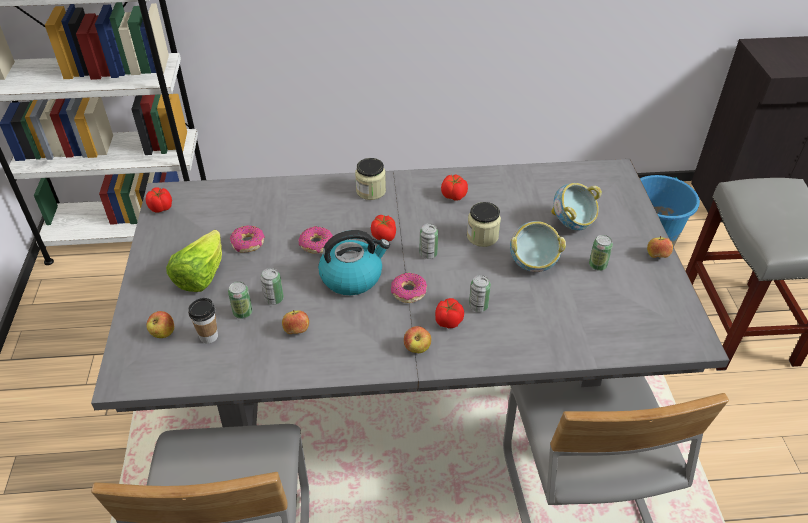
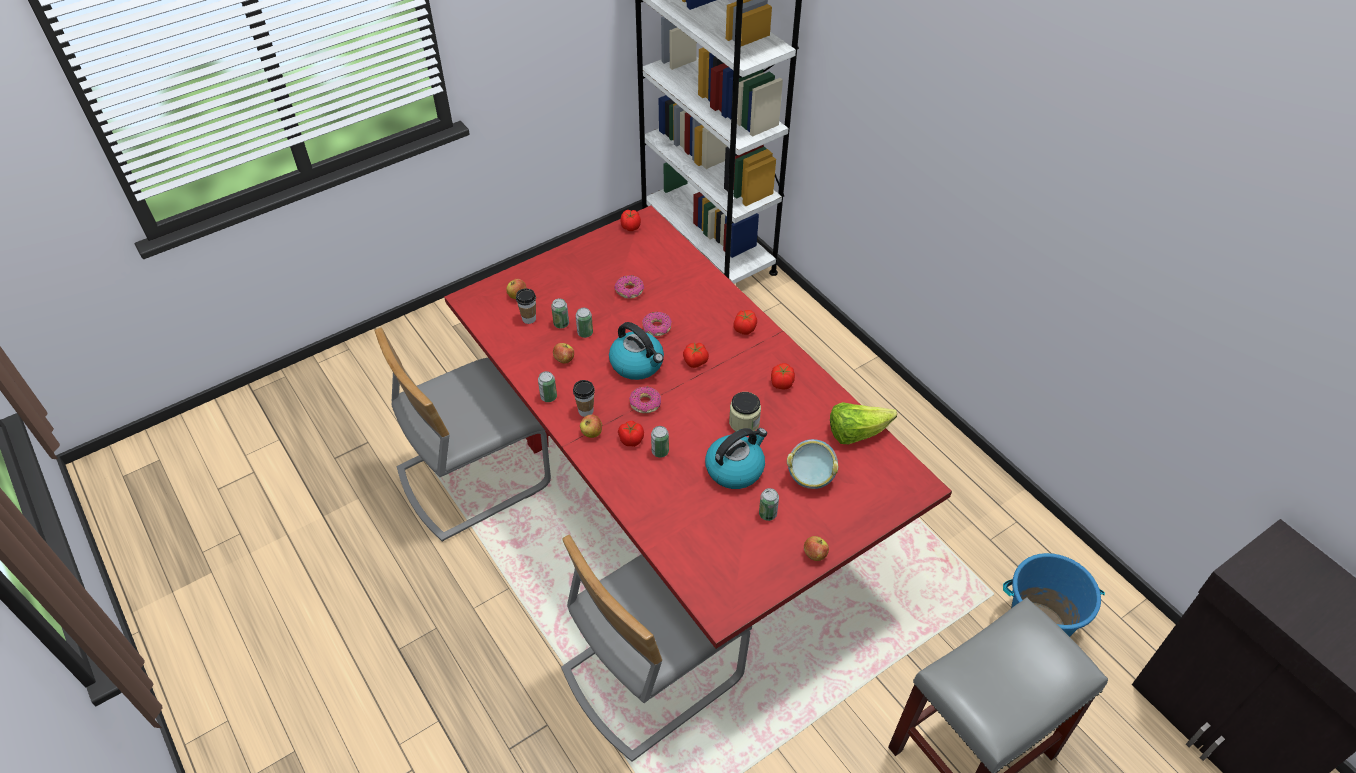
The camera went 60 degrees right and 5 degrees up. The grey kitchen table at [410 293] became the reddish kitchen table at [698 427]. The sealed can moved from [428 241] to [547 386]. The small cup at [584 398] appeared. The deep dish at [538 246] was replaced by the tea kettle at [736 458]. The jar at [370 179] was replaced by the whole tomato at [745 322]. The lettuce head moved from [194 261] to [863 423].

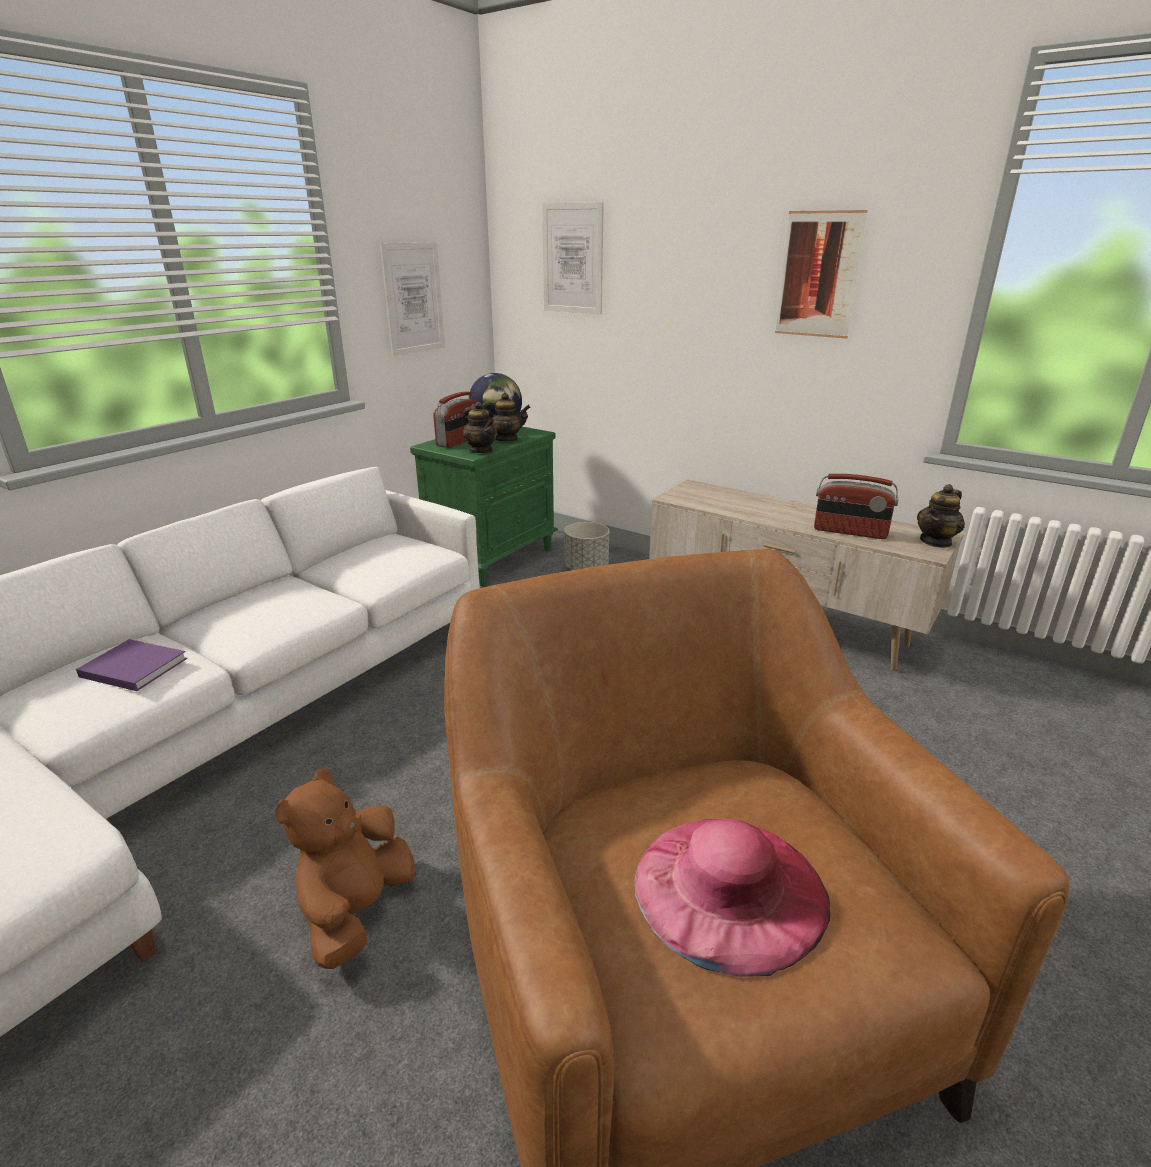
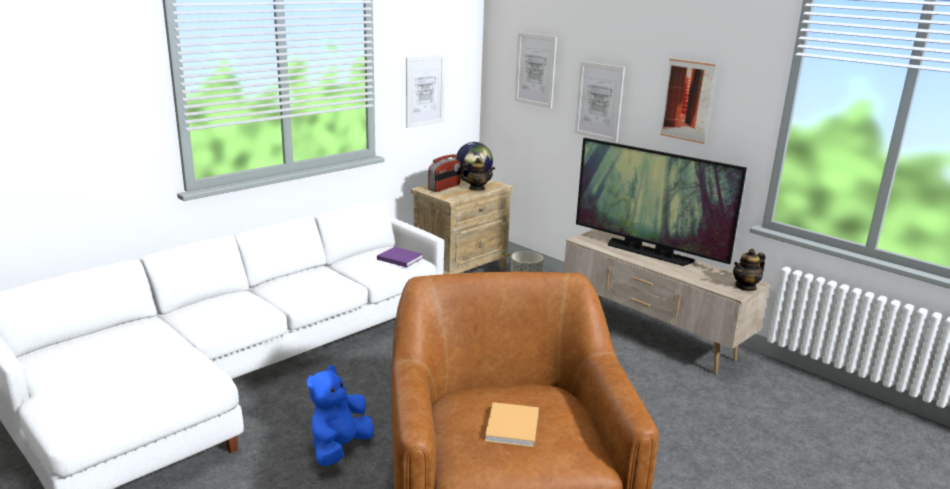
The camera went 10 degrees right and 5 degrees down. The brownish plush toy at [345 868] became the blue-coloured plush toy at [340 415]. The purple-coloured bound book moved from [131 665] to [400 257]. The greenish bedside table at [484 506] became the beige bedside table at [462 225]. The pinkish wearable hat at [732 898] was replaced by the beige bound book at [512 424]. The wall picture at [600 102] appeared. The television at [661 202] appeared. The pot for tea at [480 427] disappeared. The radio set at [856 506] disappeared.

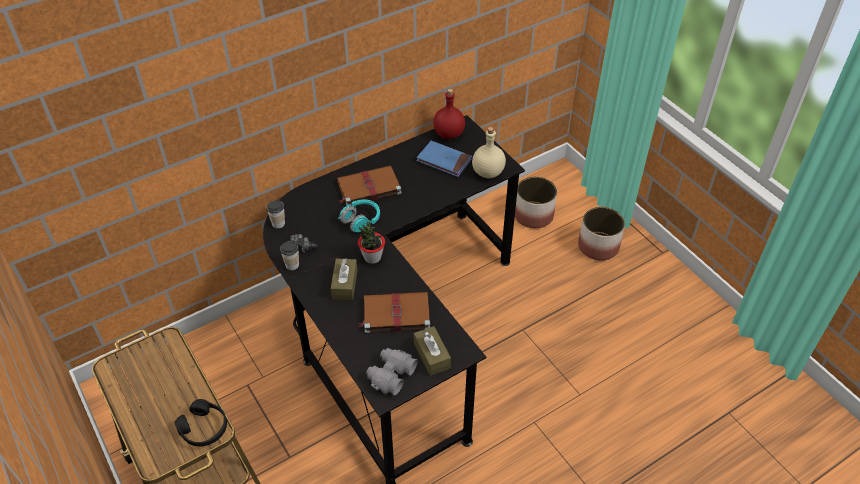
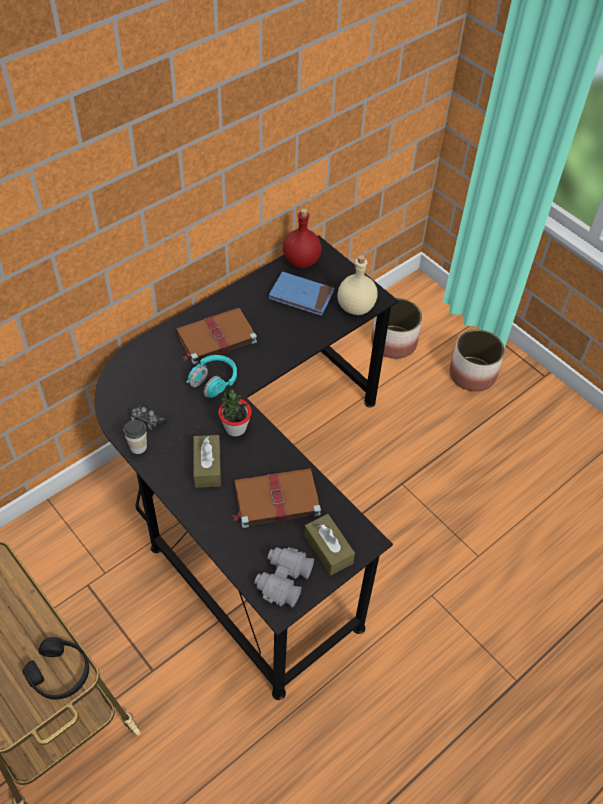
The camera went 10 degrees left and 5 degrees up. The small cup at [276 214] disappeared.

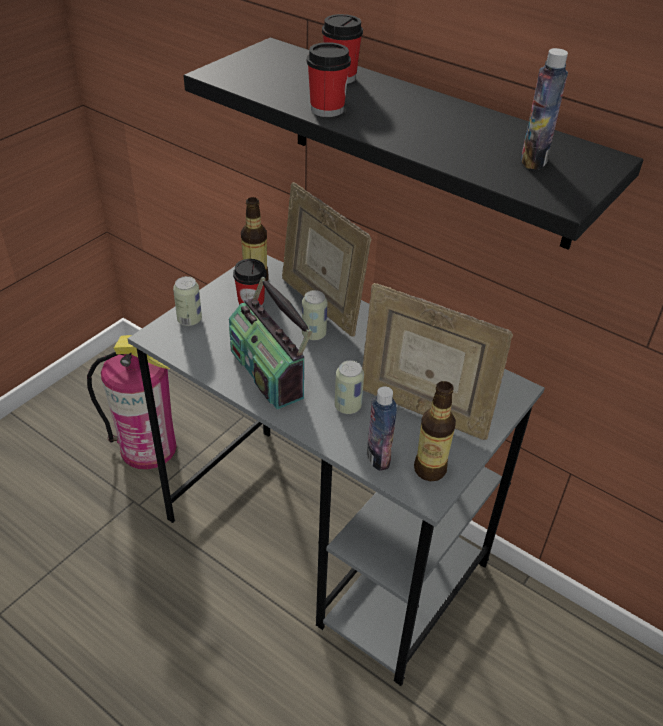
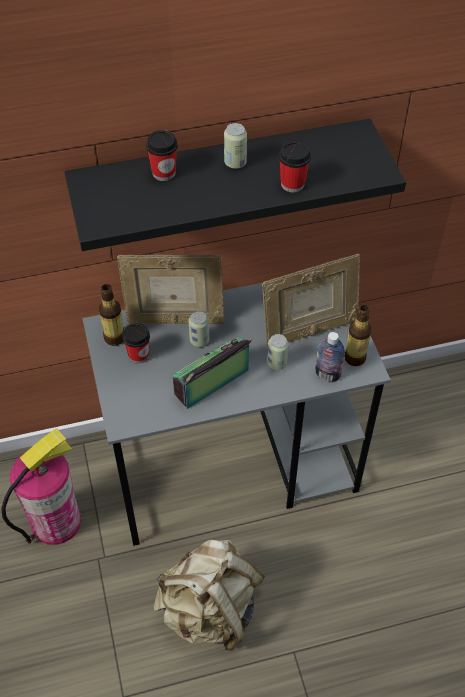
The camera went 50 degrees left and 10 degrees up. The beige backpack at [209 595] appeared. The radio set at [270 343] turned 135 degrees clockwise. The sealed can moved from [187 301] to [235 146]. The small cup moved from [329 79] to [295 166]. The beverage bottle at [544 109] disappeared.

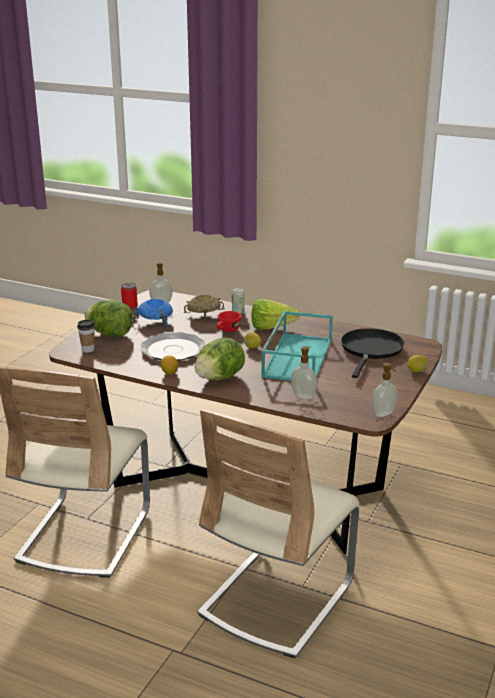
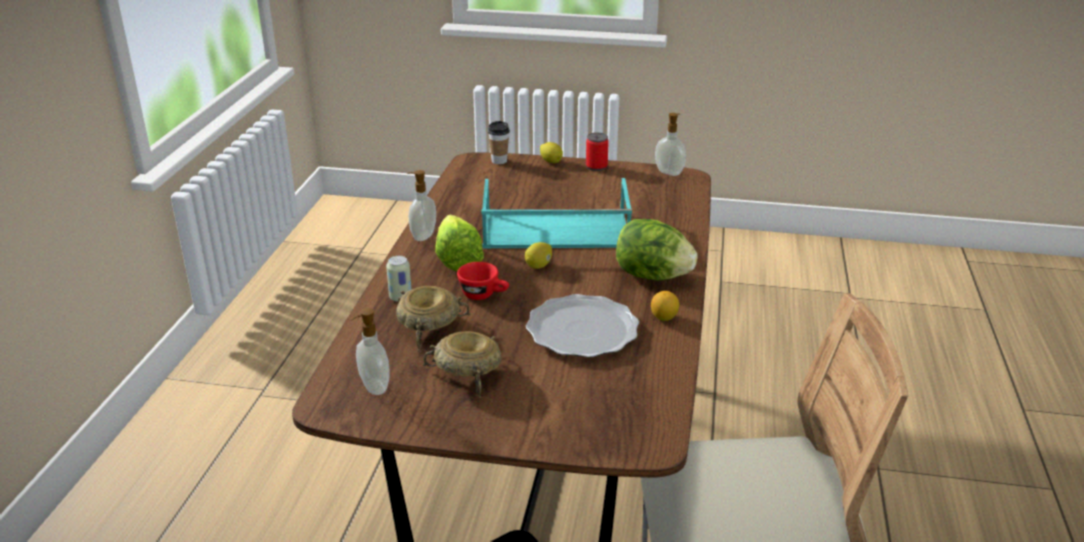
The camera went 105 degrees left and 5 degrees up. The soap dispenser moved from [304 372] to [421 205]. The blue-coloured deep dish at [152 314] became the beige deep dish at [462 364]. The small cup moved from [86 336] to [499 142]. The sealed can moved from [129 296] to [597 152]. The lettuce head at [109 318] disappeared. The beige upright chair at [278 533] disappeared. The black frying pan at [373 353] disappeared.

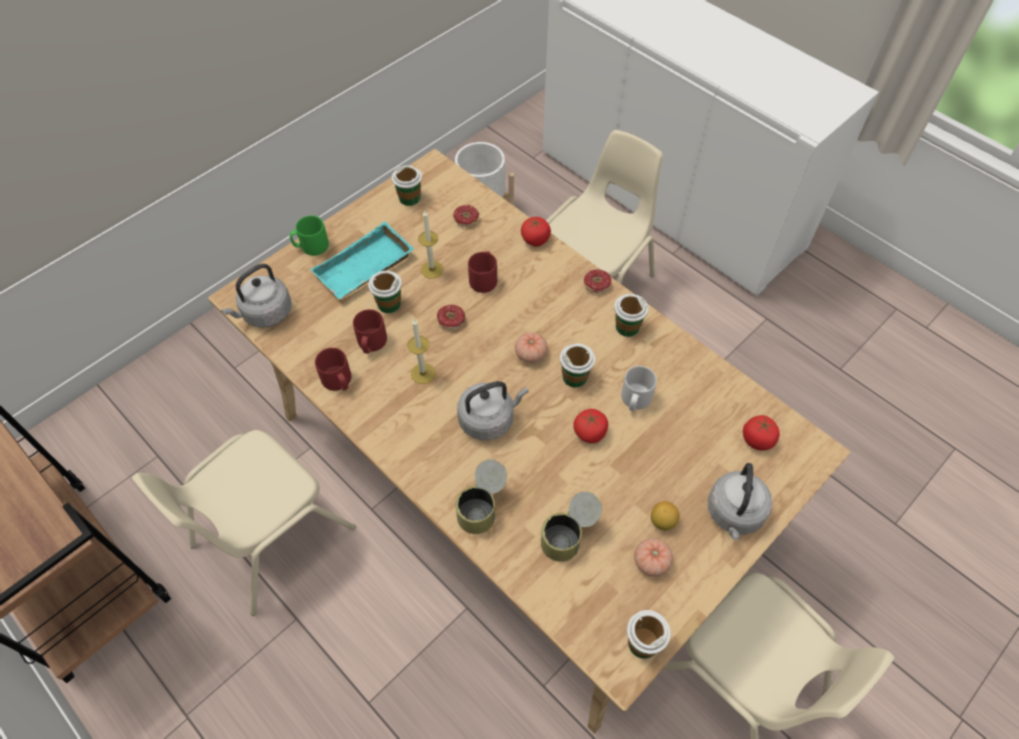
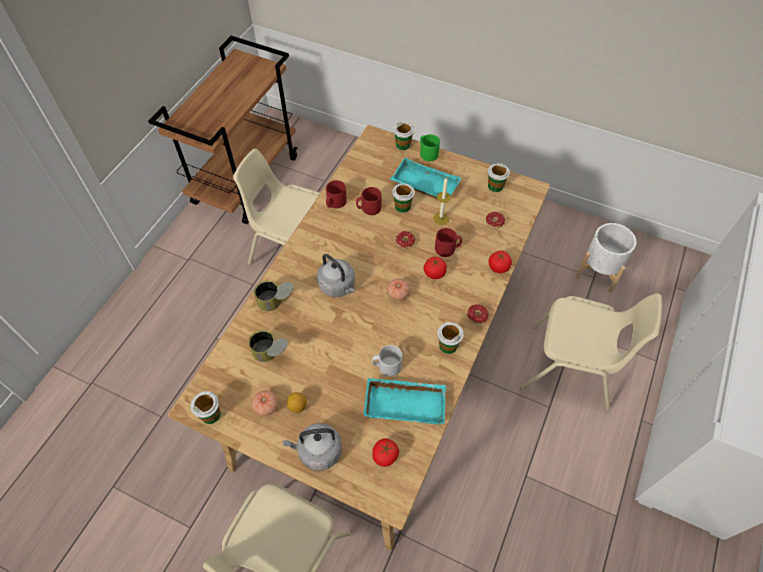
The camera went 70 degrees right and 0 degrees up. The blue-green serving tray at [405 401] appeared. The small cup moved from [577 365] to [404 136]. The whole tomato moved from [590 426] to [435 268]. The grey tea kettle at [256 295] disappeared. The candle at [421 351] disappeared.

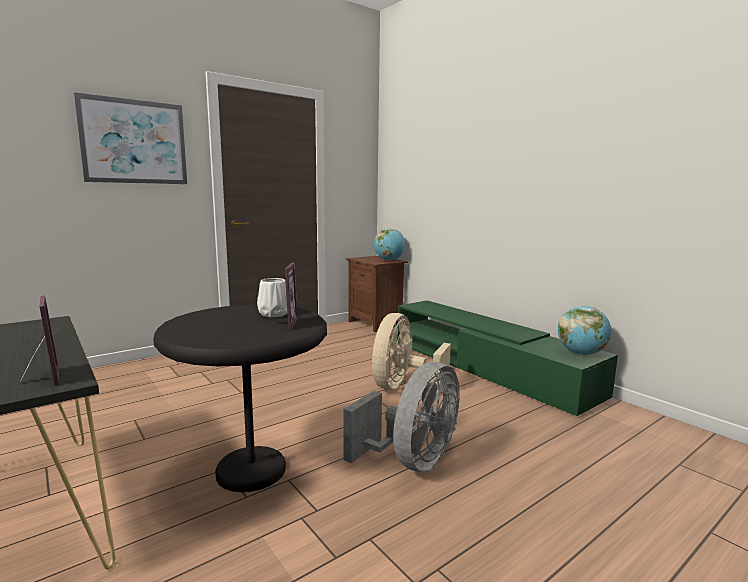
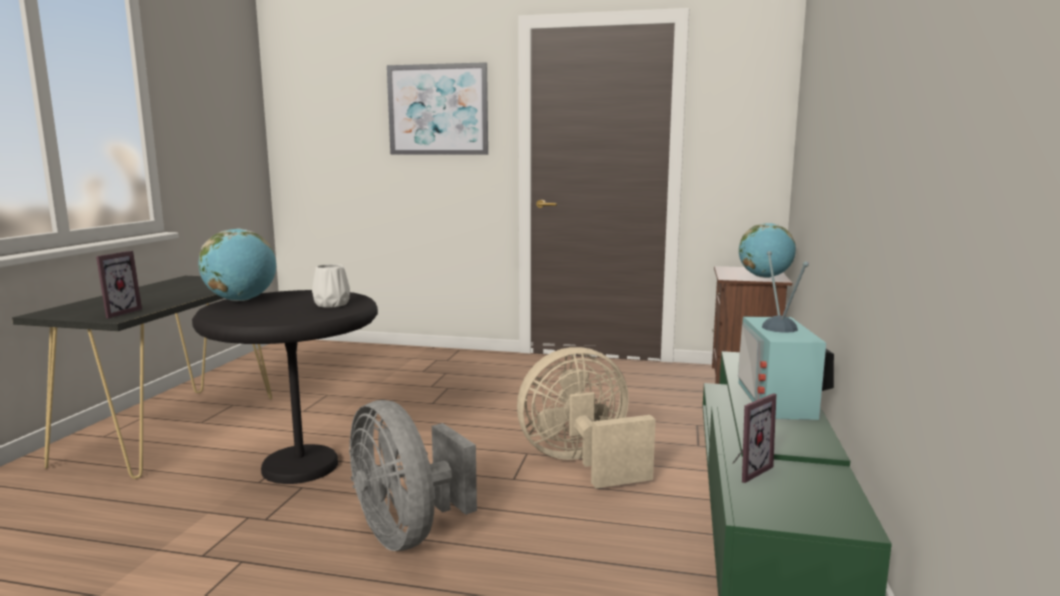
The camera went 50 degrees right and 0 degrees up. The globe moved from [584 330] to [237 264]. The grey electric fan at [401 417] turned 60 degrees clockwise. The picture frame moved from [285 296] to [754 438]. The television at [786 335] appeared.

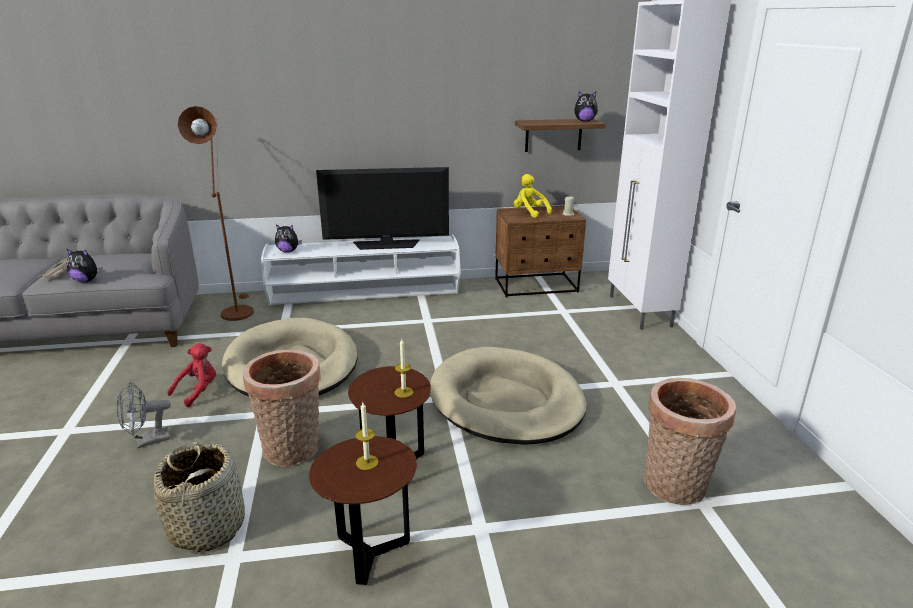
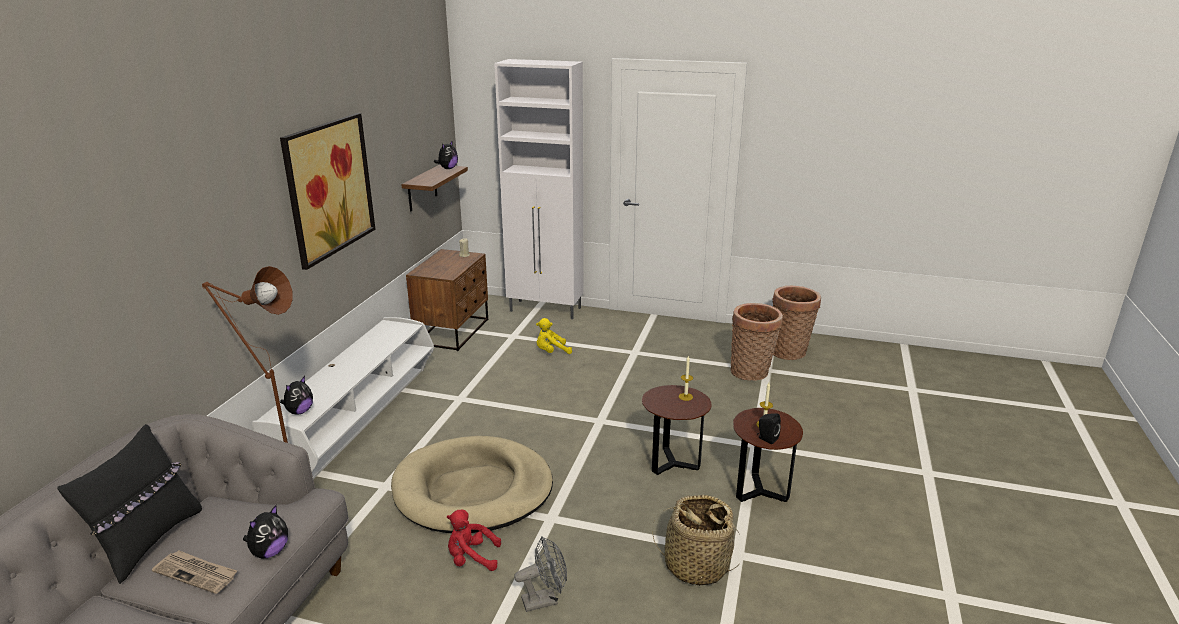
The camera went 65 degrees left and 0 degrees up. The black pillow at [129 504] appeared. The wall picture at [328 191] appeared. The reddish plush toy at [191 375] turned 60 degrees counterclockwise. The grey electric fan at [143 415] turned 105 degrees counterclockwise. The yellow plush toy moved from [533 196] to [554 336]. The black audio speaker at [769 428] appeared. The basket moved from [282 407] to [796 323]. The television at [382 208] disappeared. The beige pet bed at [508 396] disappeared.

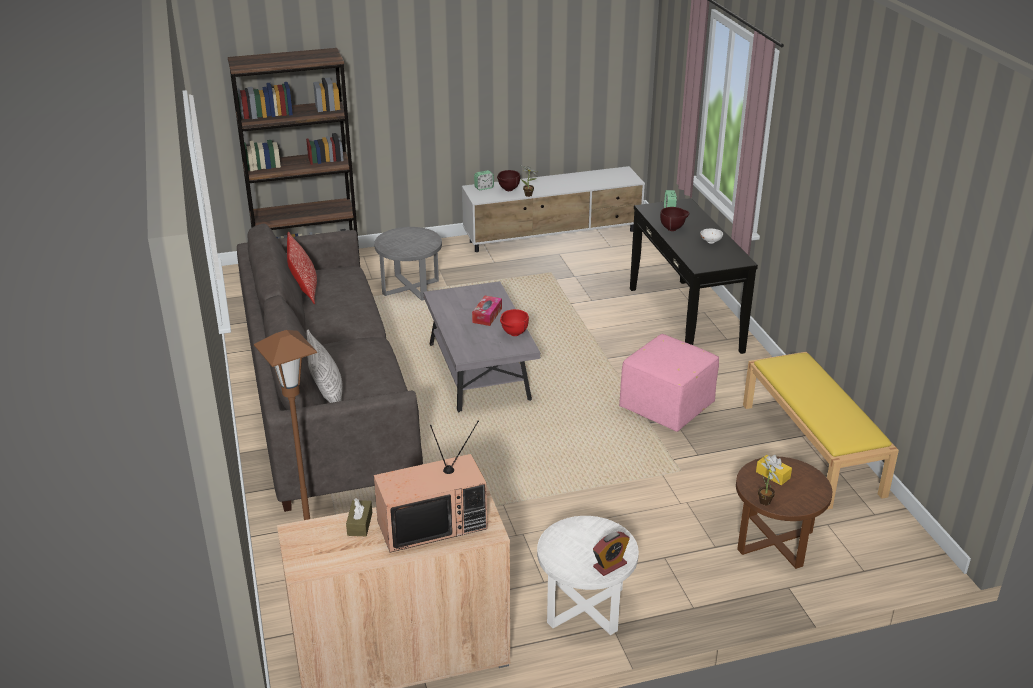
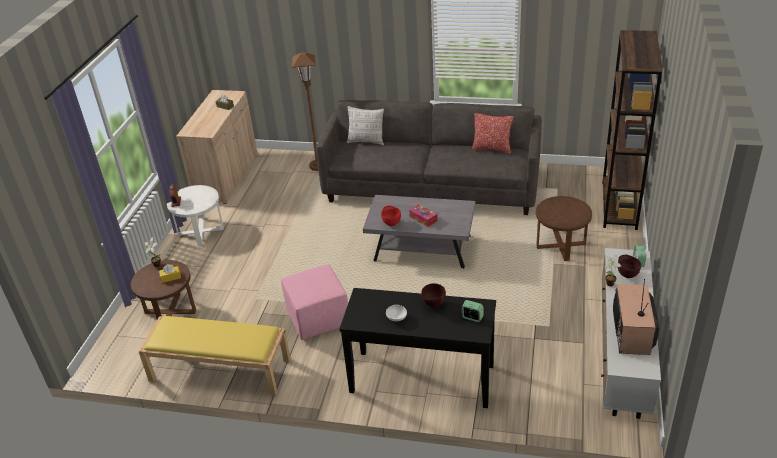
The camera went 120 degrees right and 5 degrees up. The grey end table at [408 264] became the brownish end table at [564 228]. The television moved from [430 486] to [636 317].

